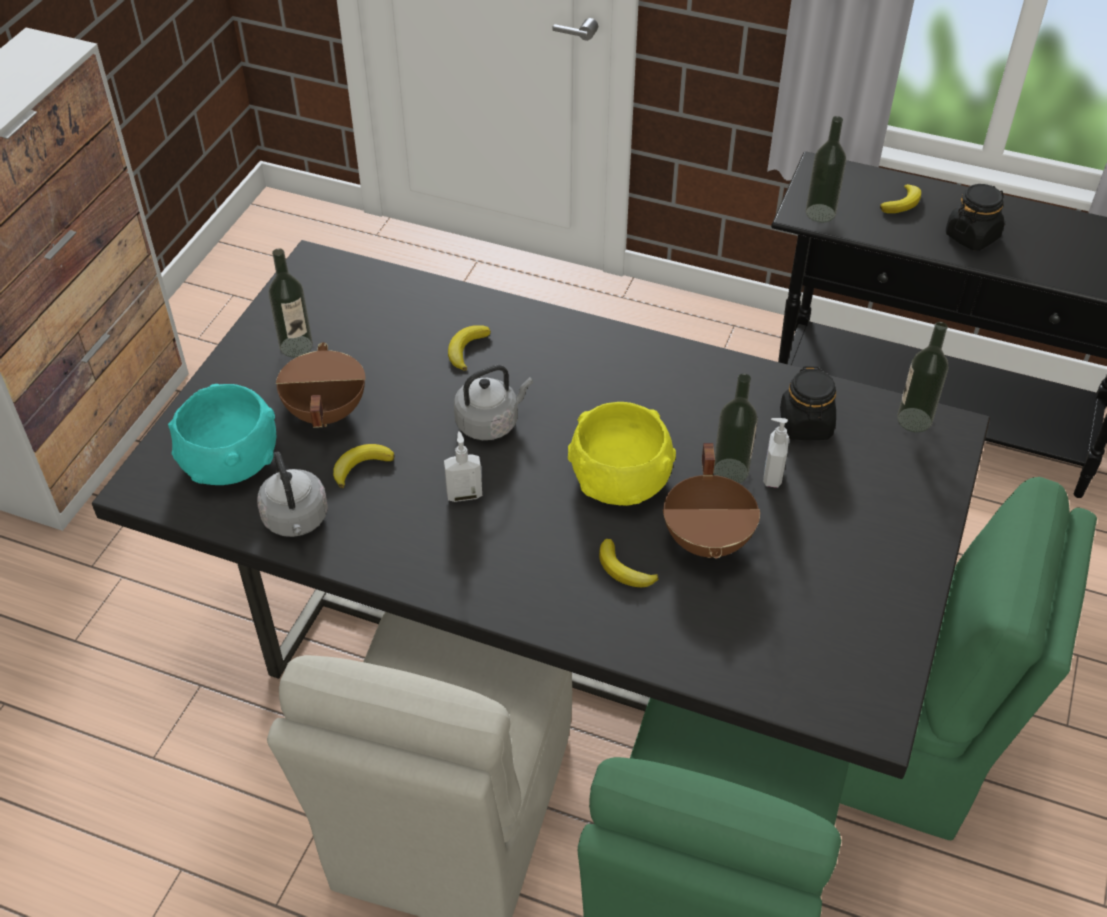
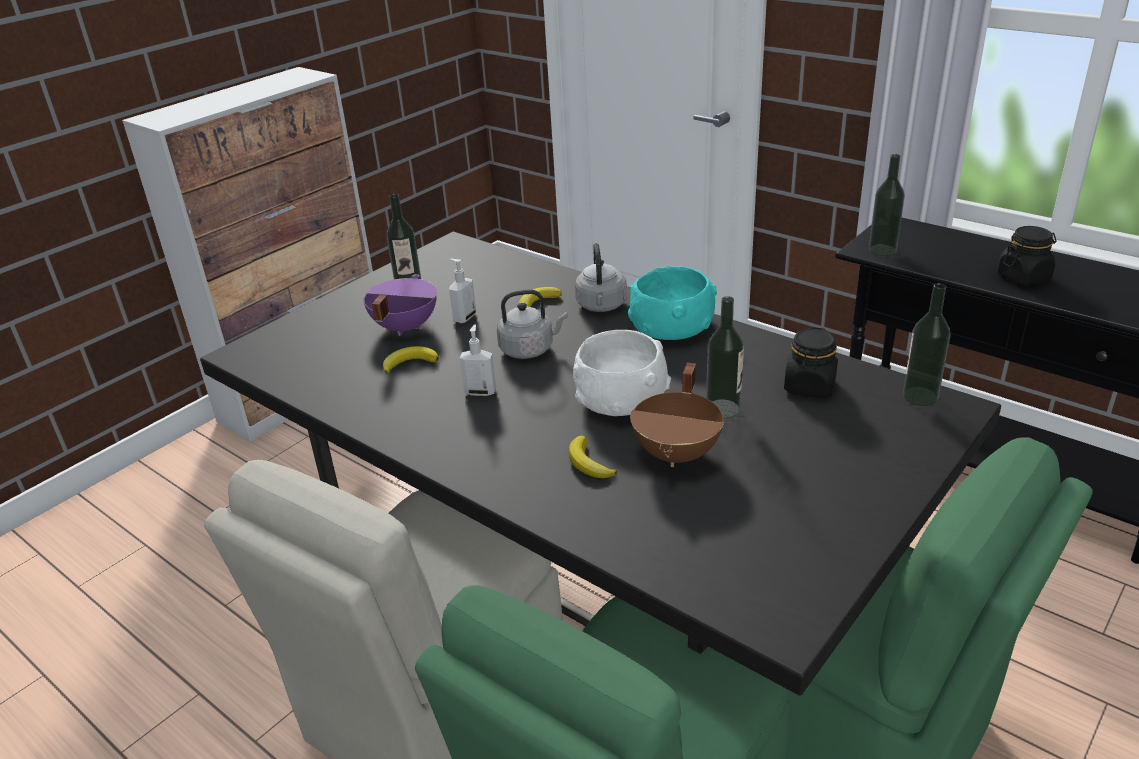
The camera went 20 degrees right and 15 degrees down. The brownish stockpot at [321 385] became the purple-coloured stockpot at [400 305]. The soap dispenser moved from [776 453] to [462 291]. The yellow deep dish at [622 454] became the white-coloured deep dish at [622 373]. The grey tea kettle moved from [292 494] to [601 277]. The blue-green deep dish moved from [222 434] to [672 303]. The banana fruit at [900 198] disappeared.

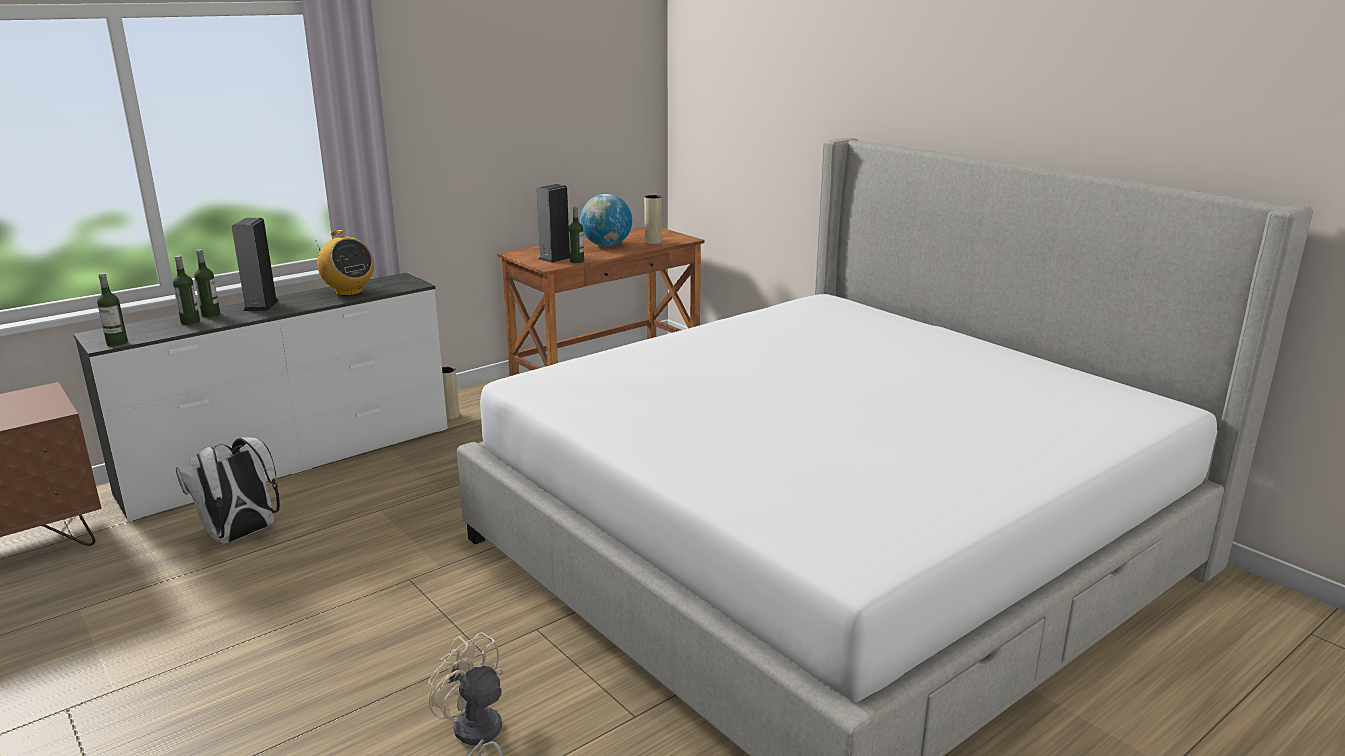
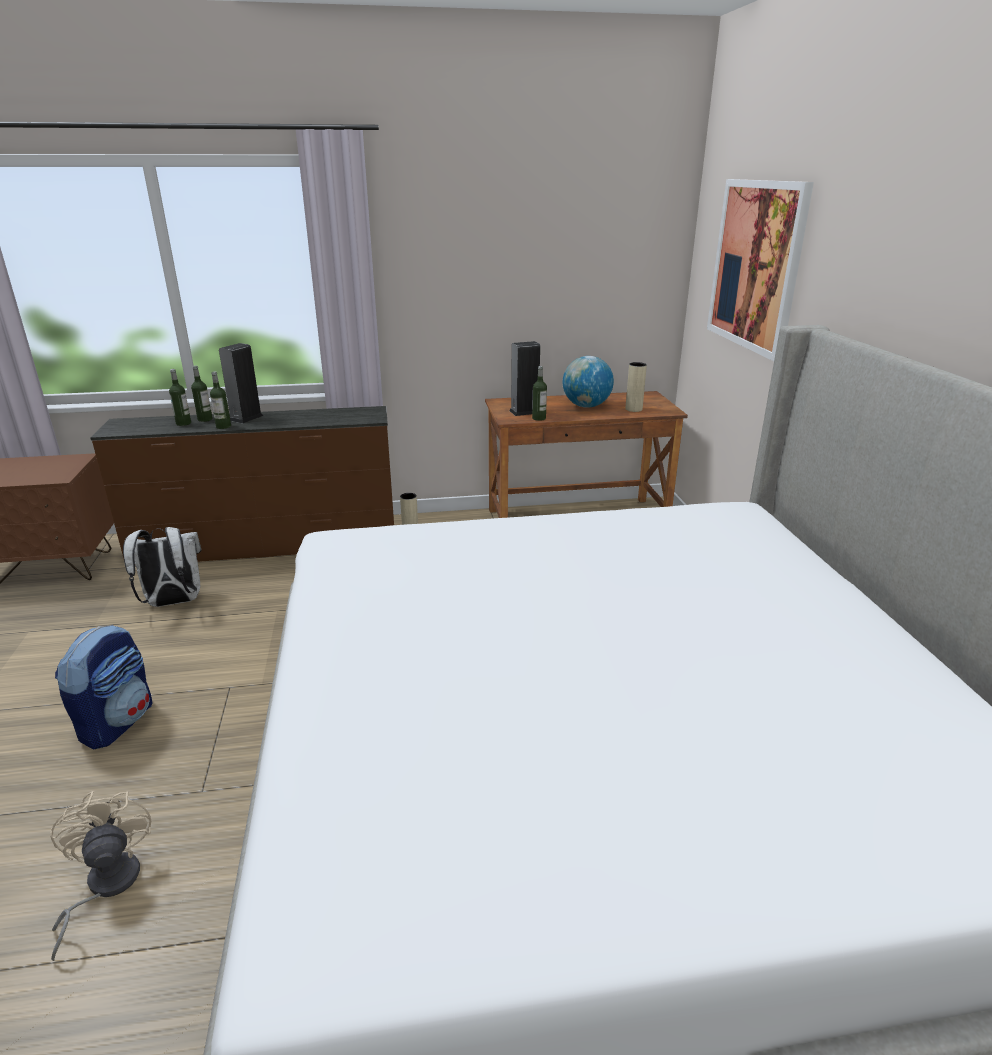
The camera went 30 degrees right and 5 degrees up. The backpack at [104 687] appeared. The white-coloured dresser at [260 397] became the brownish dresser at [242 486]. The beverage bottle moved from [112 310] to [220 400]. The wall picture at [760 270] appeared. The radio set at [344 263] disappeared.

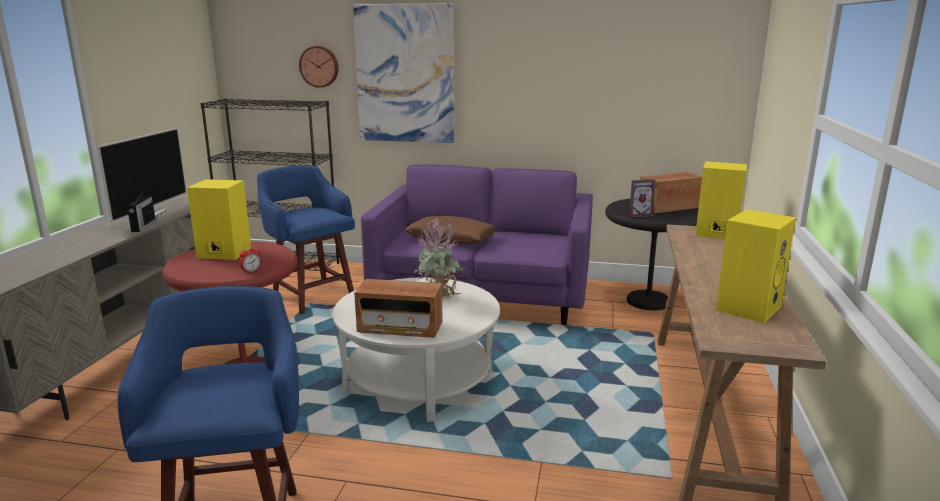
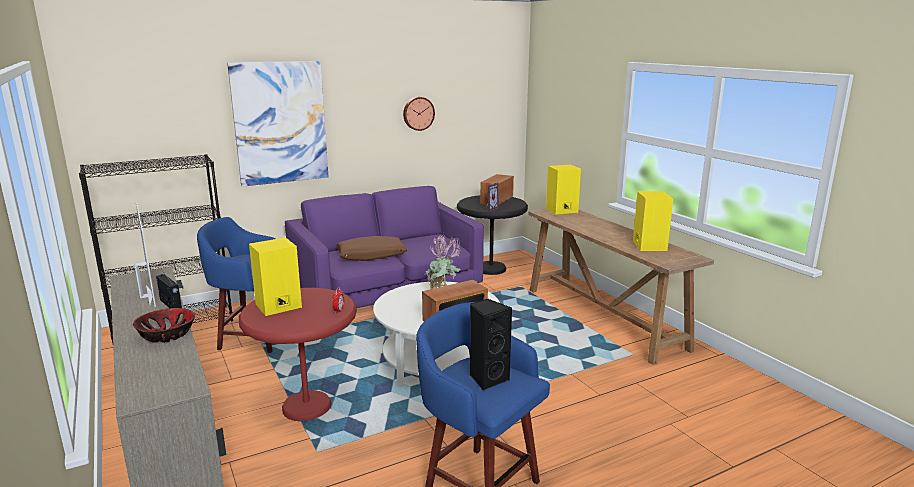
The camera went 40 degrees left and 0 degrees up. The deep dish at [164 325] appeared. The clock on the wall moved from [319 67] to [419 114]. The black audio speaker at [491 345] appeared.

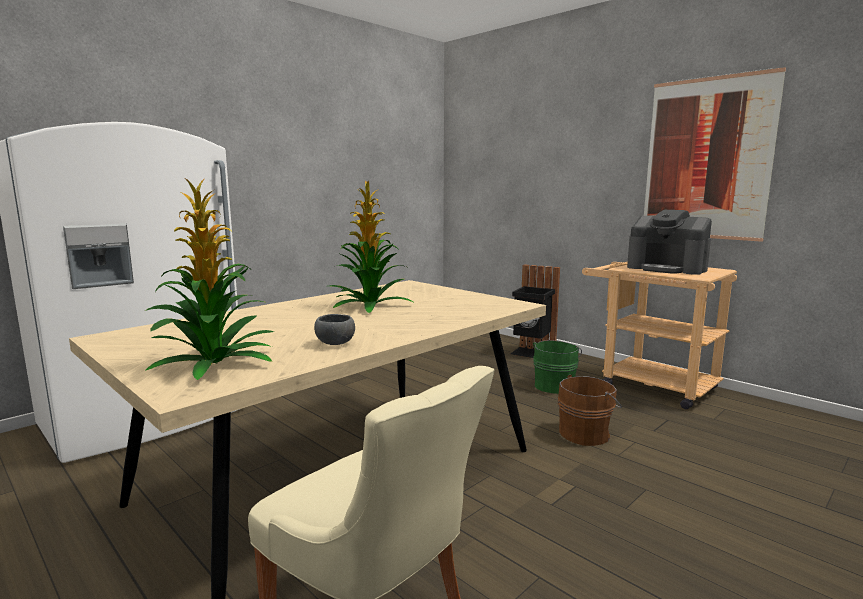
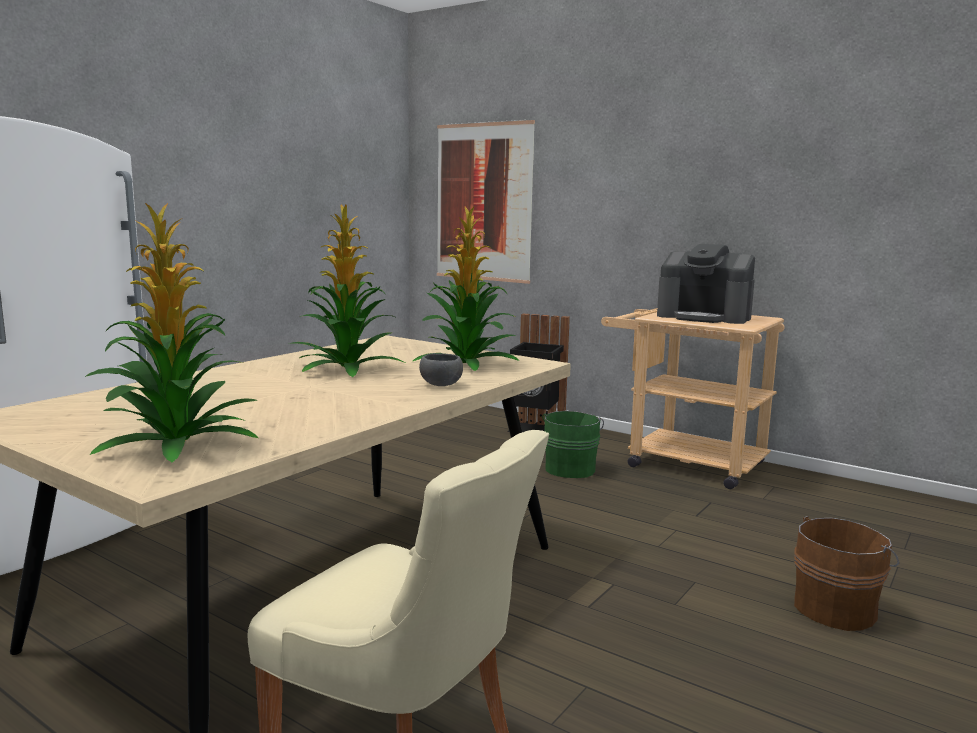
The camera went 10 degrees left and 0 degrees up. The houseplant at [466 289] appeared. The grey deep dish moved from [334 329] to [441 369]. The wall picture moved from [715 154] to [486 202]. The brownish pail moved from [589 410] to [846 573].

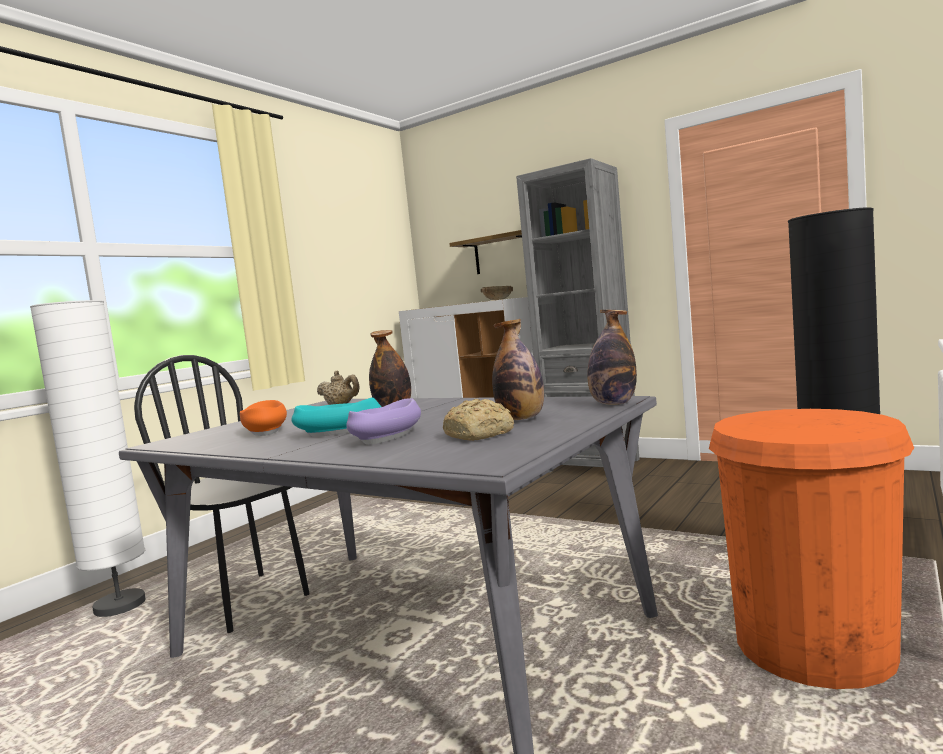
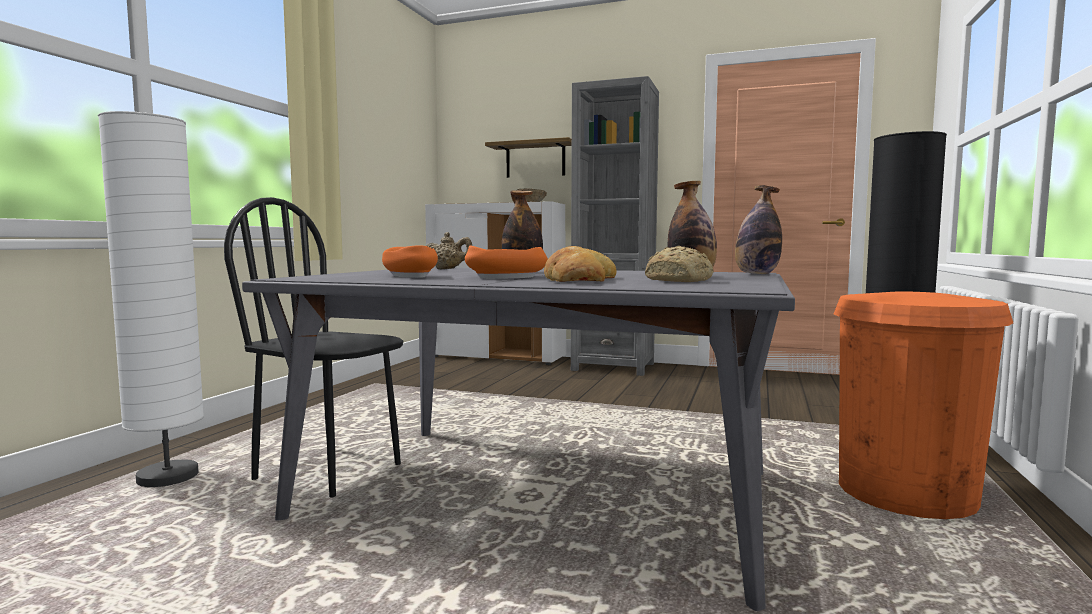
The camera went 15 degrees left and 0 degrees up. The blue-green deep dish at [336 417] became the orangey deep dish at [506 262]. The purple-coloured deep dish at [383 421] was replaced by the bread at [580 264].

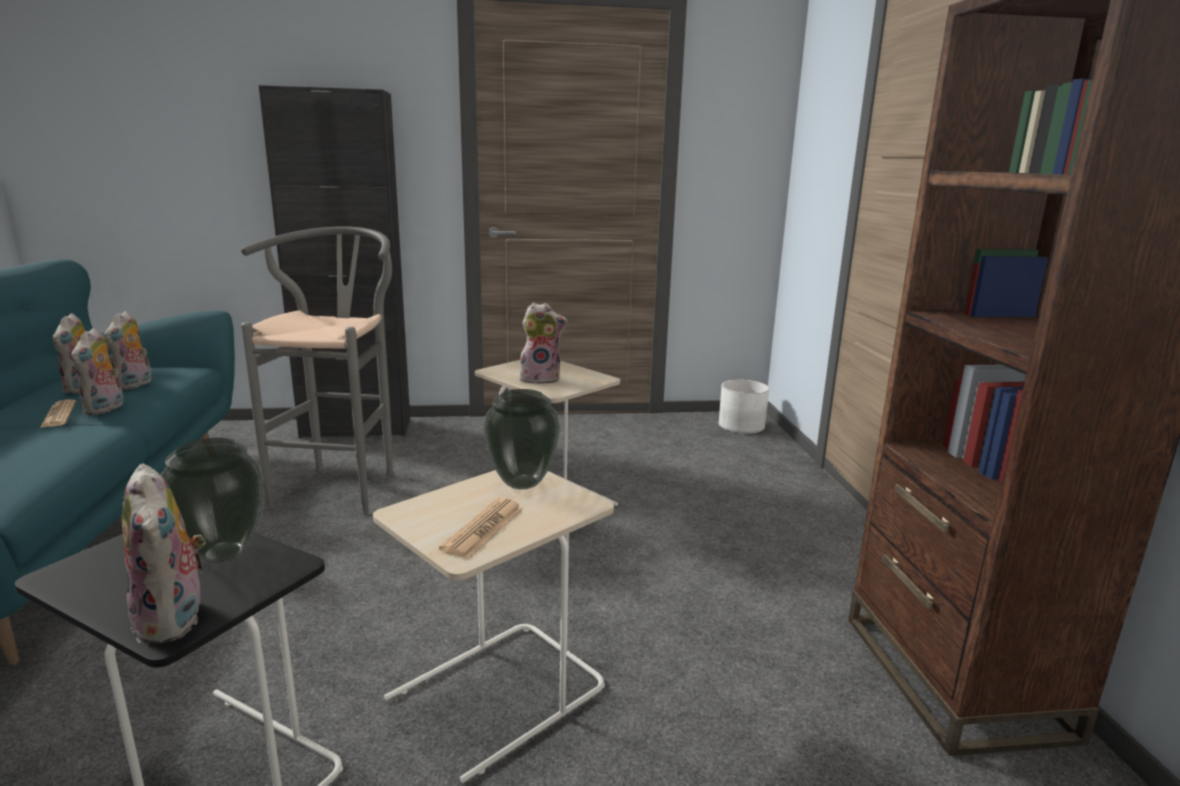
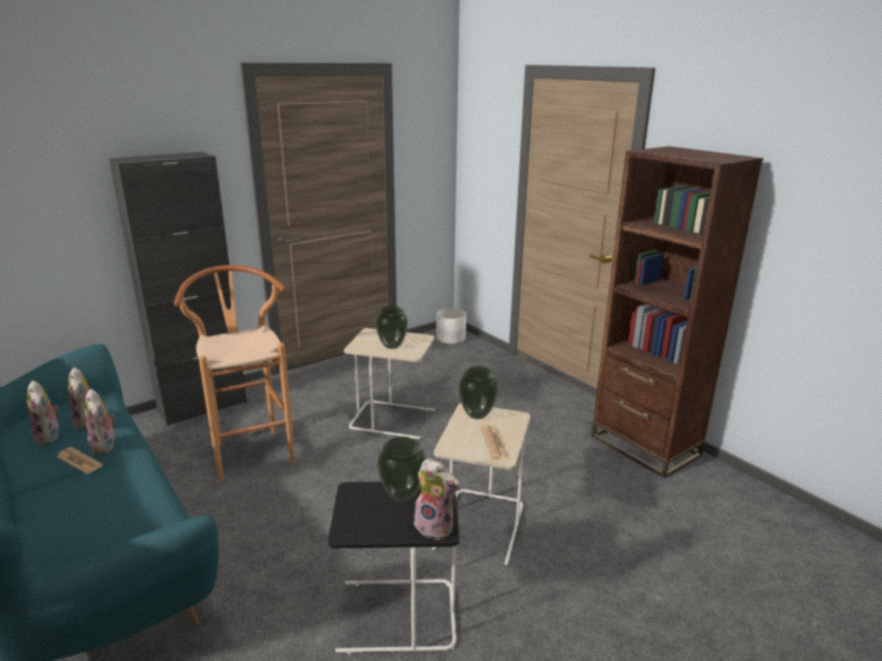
The camera went 30 degrees left and 5 degrees up. The grey stool seat at [317 370] became the brownish stool seat at [234 373]. The plush toy at [544 343] was replaced by the decorative vase at [391 327].

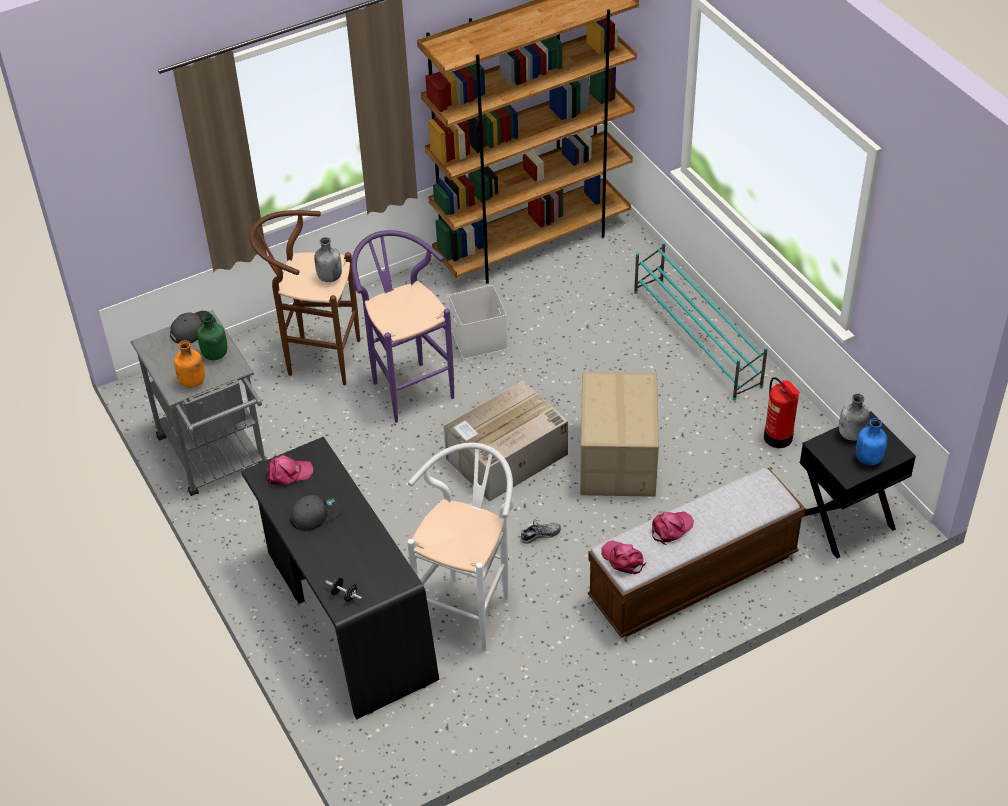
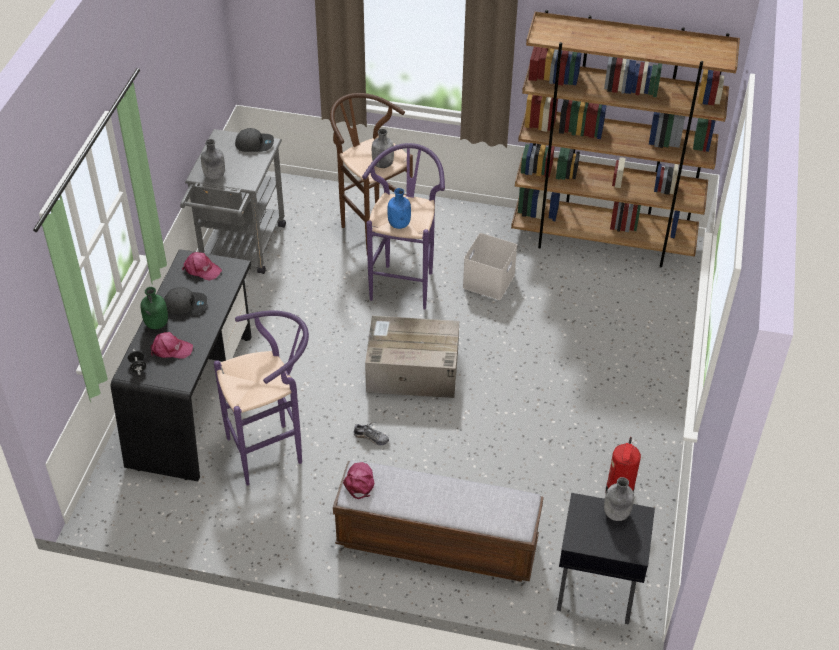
The camera went 40 degrees right and 0 degrees up. The greenish beverage bottle moved from [212 337] to [154 308]. The pinkish baseball cap moved from [673 528] to [171 345]. The orangey beverage bottle at [189 364] became the grey beverage bottle at [213 159]. The white-coloured stool seat at [460 546] became the purple-coloured stool seat at [261 398]. The blue-coloured beverage bottle moved from [871 442] to [399 208]. The carton at [619 434] disappeared. The blue-green shoe rack at [701 321] disappeared.

